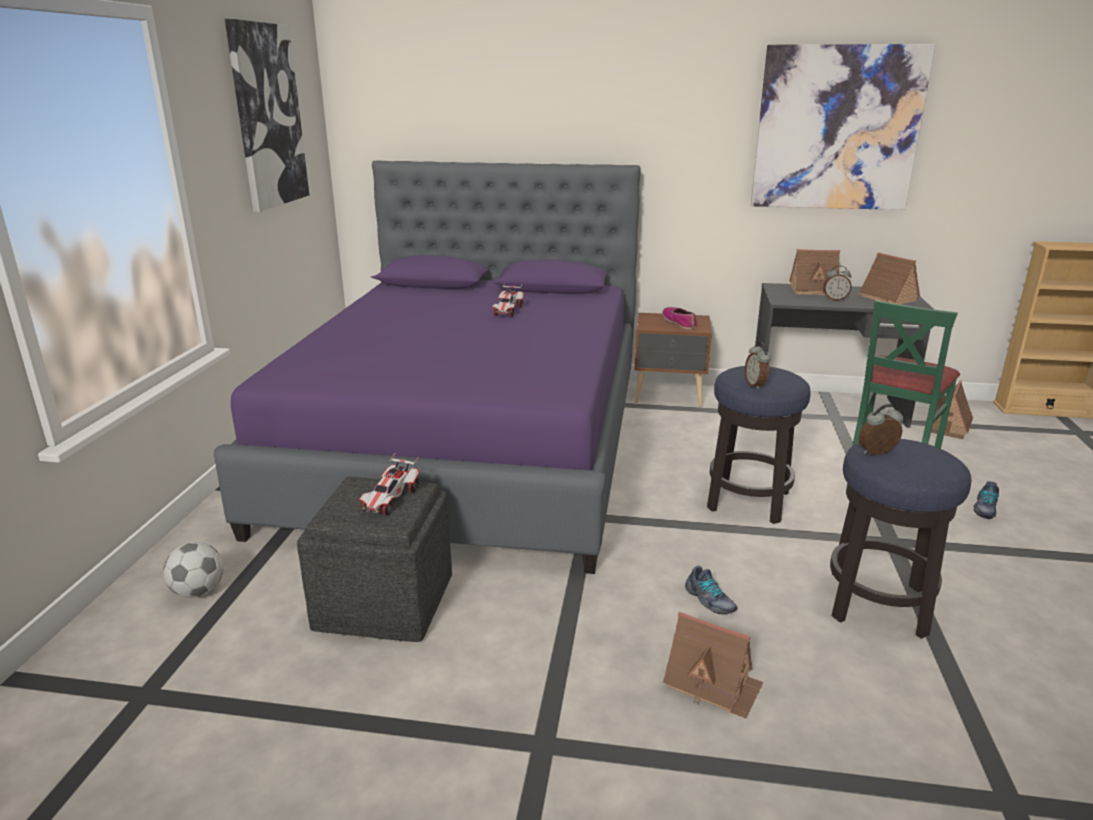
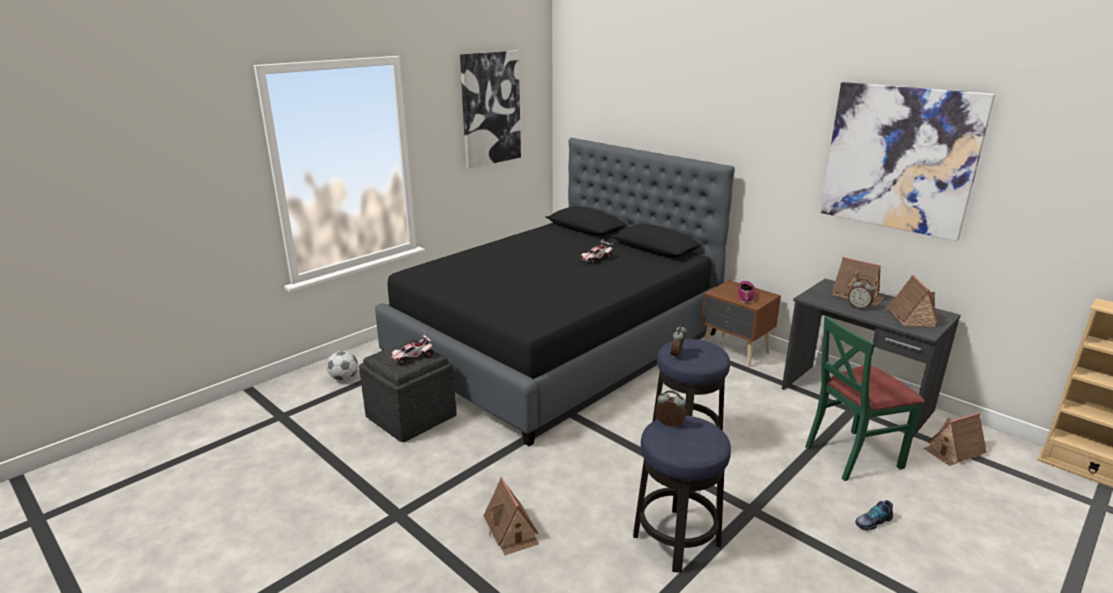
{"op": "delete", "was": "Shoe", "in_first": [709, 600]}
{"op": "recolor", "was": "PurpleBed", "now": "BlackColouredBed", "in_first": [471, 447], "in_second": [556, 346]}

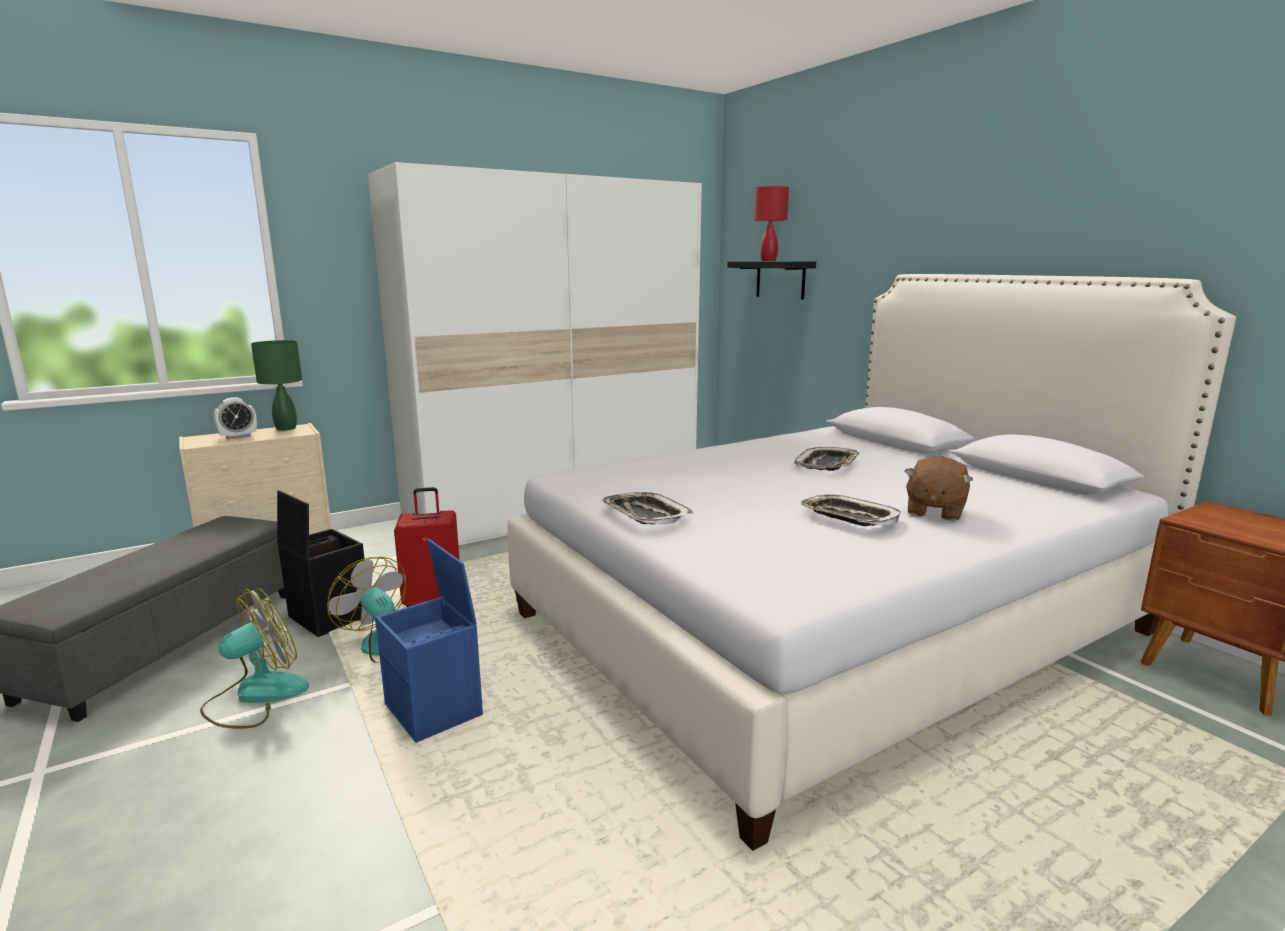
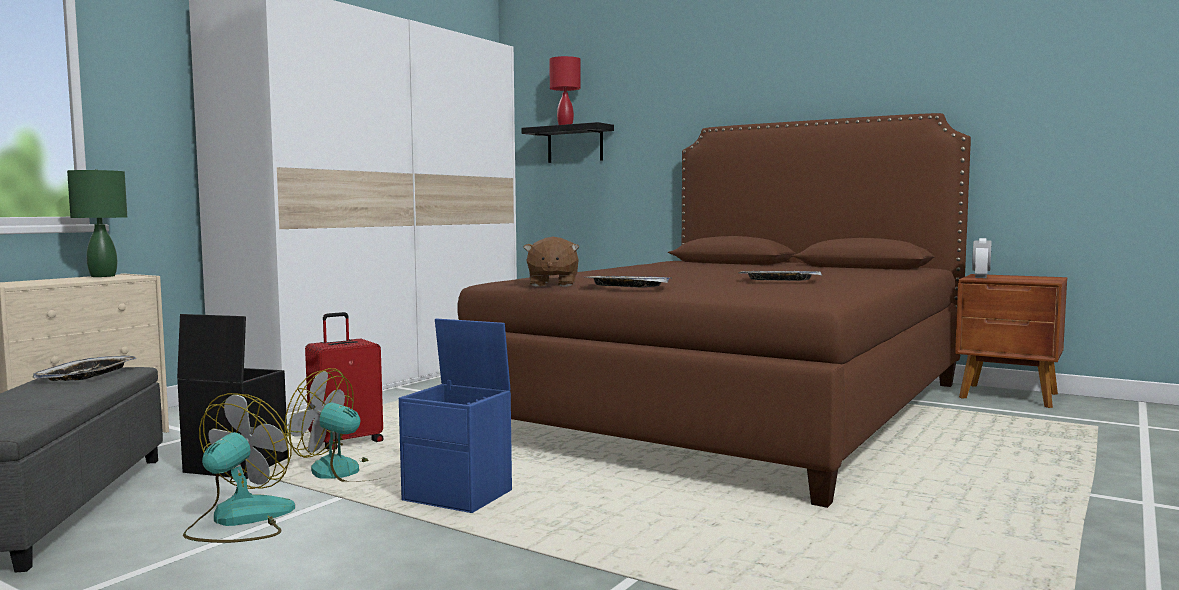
{"op": "move", "was": "TableClock", "in_first": [238, 437], "in_second": [980, 277]}
{"op": "move", "was": "ServingTray", "in_first": [827, 464], "in_second": [88, 375]}
{"op": "move", "was": "BrownishPlushToy", "in_first": [934, 511], "in_second": [552, 284]}
{"op": "recolor", "was": "WhitishBed", "now": "BrownishBed", "in_first": [830, 622], "in_second": [734, 407]}

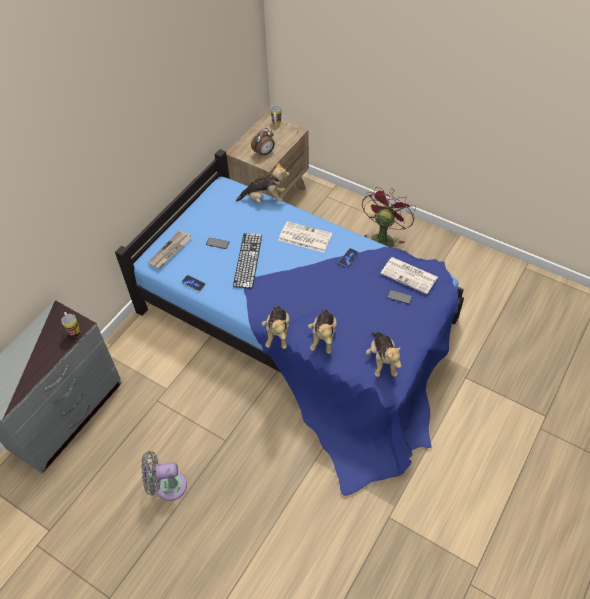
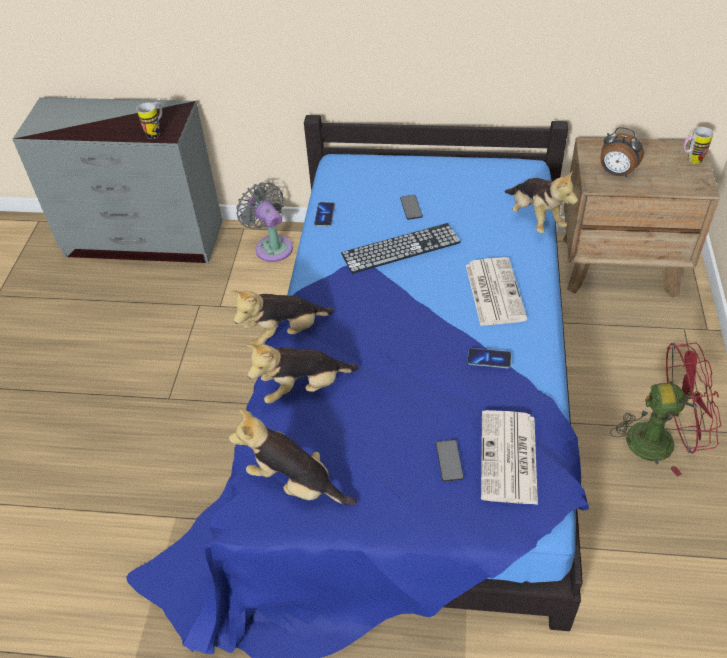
{"op": "delete", "was": "PrintedPaper", "in_first": [170, 251]}
{"op": "move", "was": "GreyishFan", "in_first": [167, 486], "in_second": [272, 246]}
{"op": "rotate", "was": "PlushToy", "in_first": [382, 360], "in_second": [295, 483], "clockwise": 60}

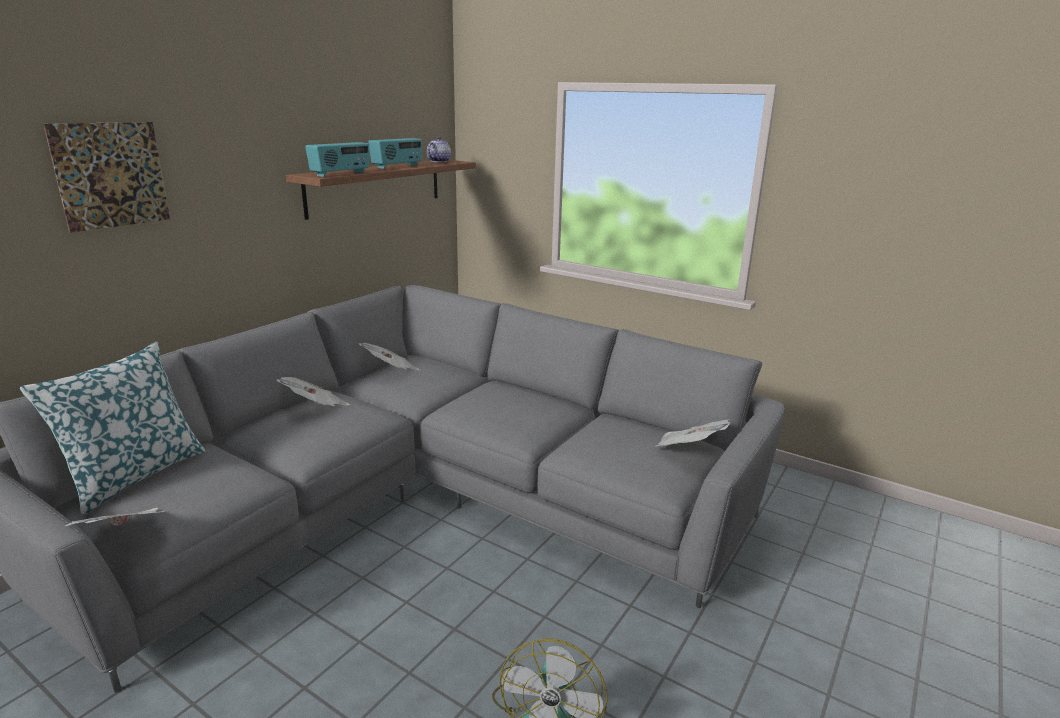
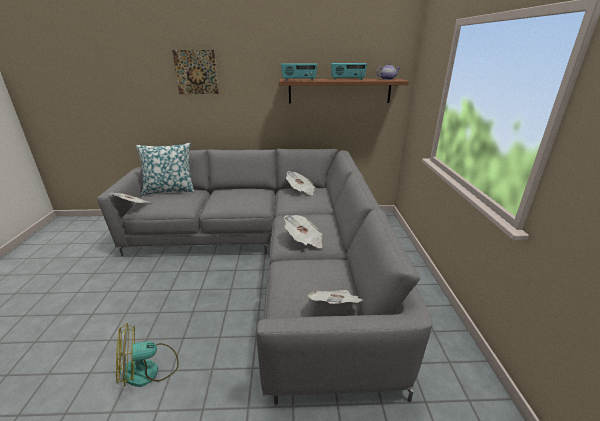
{"op": "move", "was": "PrintedPaper", "in_first": [316, 408], "in_second": [304, 240]}

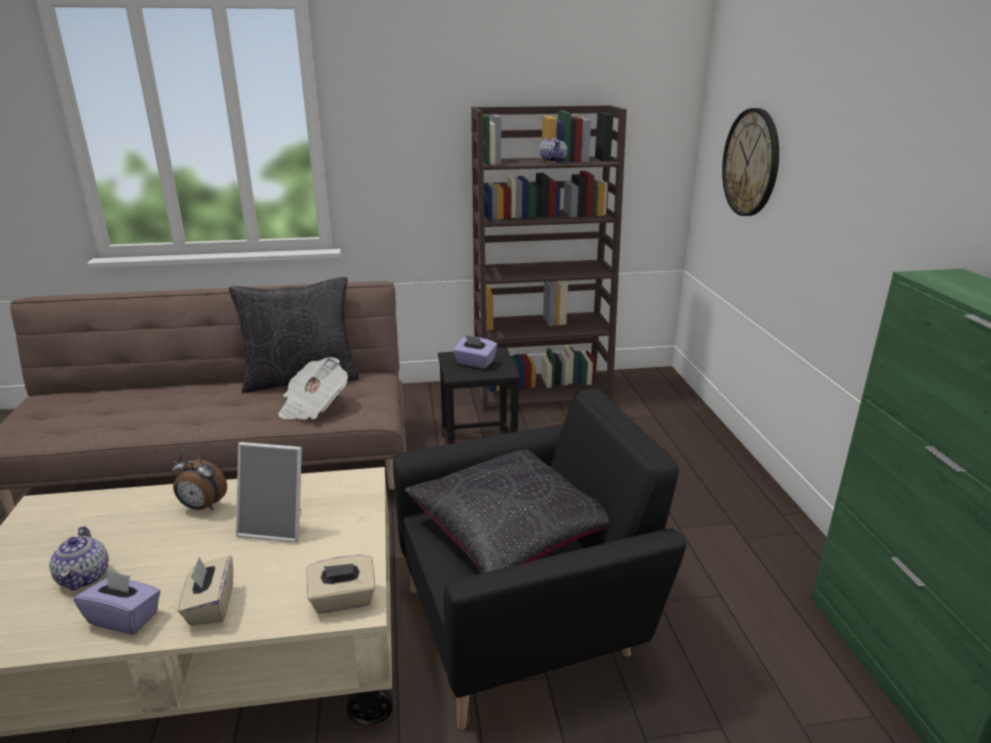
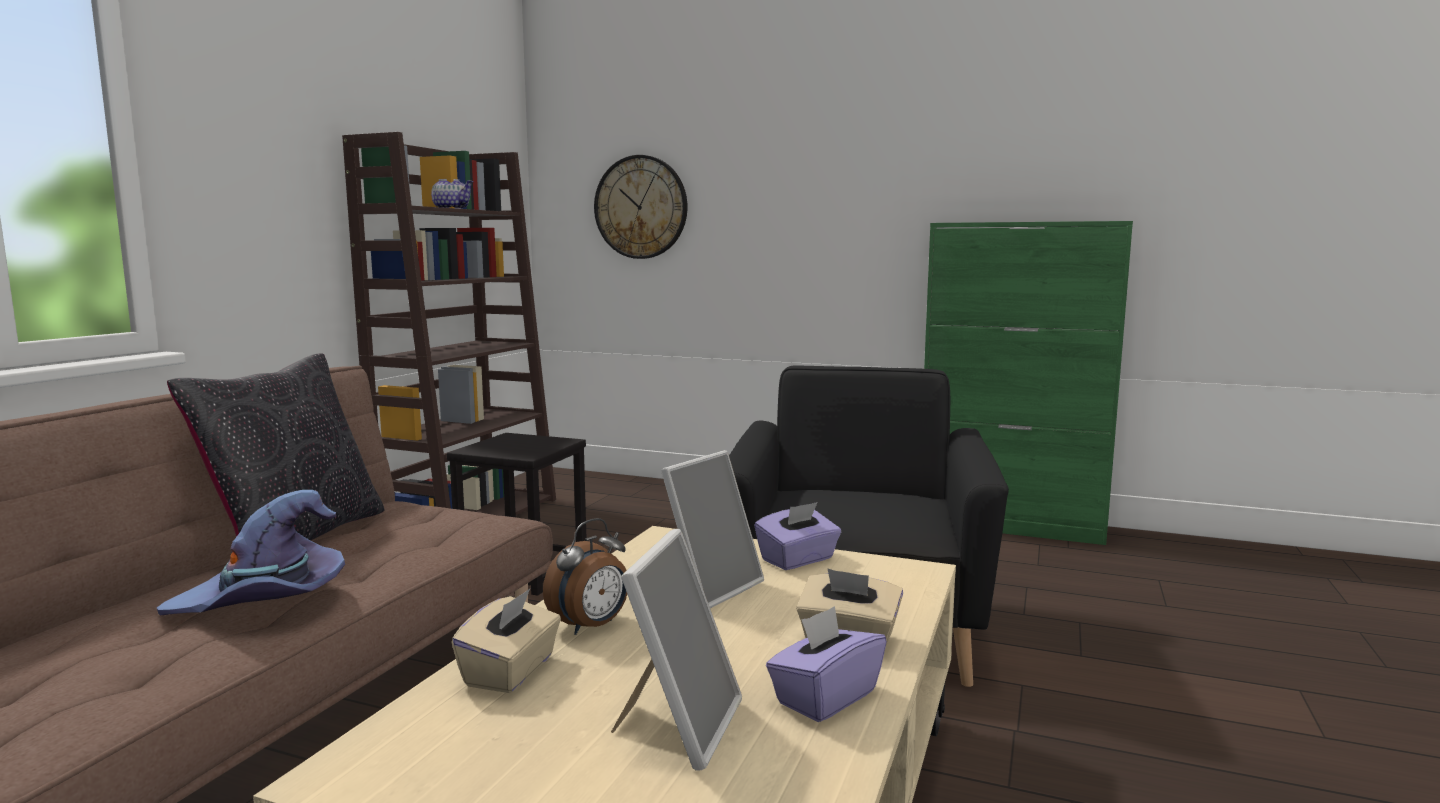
{"op": "delete", "was": "PrintedPaper", "in_first": [313, 406]}
{"op": "delete", "was": "BlackColouredPillow", "in_first": [509, 529]}
{"op": "insert", "now": "PurpleHat", "in_second": [264, 601]}
{"op": "move", "was": "BeigeBoxOfTissues", "in_first": [343, 600], "in_second": [511, 671]}
{"op": "move", "was": "PurpleBoxOfTissues", "in_first": [475, 363], "in_second": [798, 560]}
{"op": "replace", "was": "PotForTea", "now": "PictureFrame", "in_first": [85, 576], "in_second": [678, 726]}

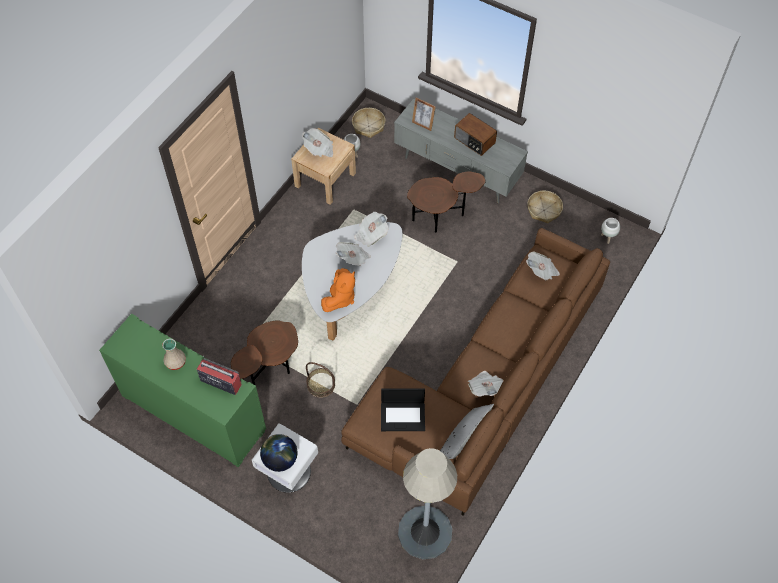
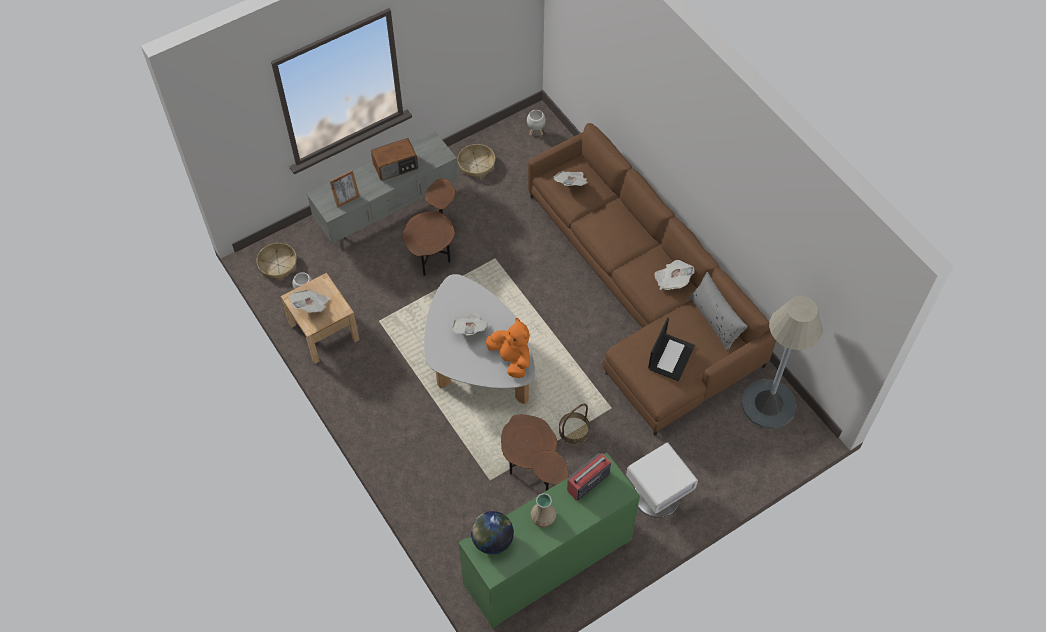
{"op": "delete", "was": "PrintedPaper", "in_first": [371, 234]}
{"op": "move", "was": "WorldGlobe", "in_first": [280, 459], "in_second": [492, 540]}

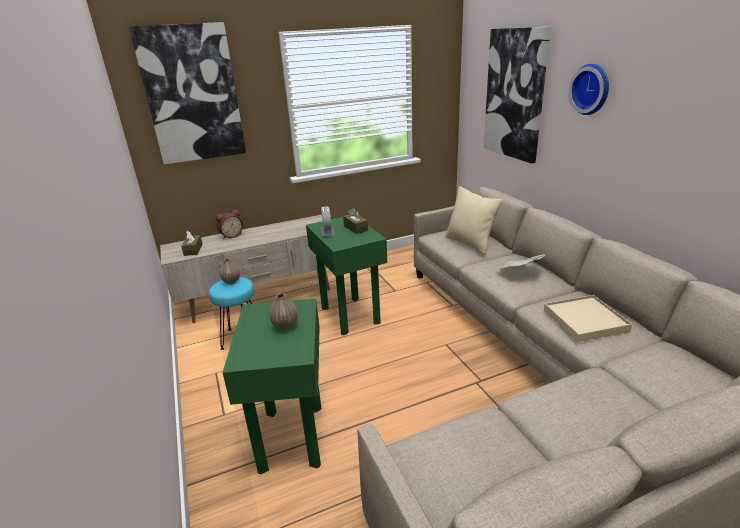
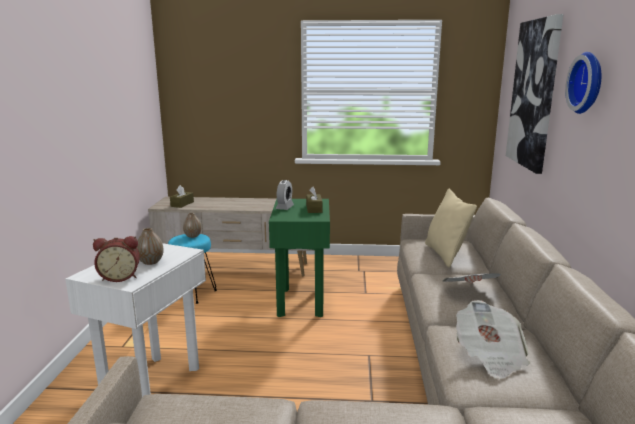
{"op": "delete", "was": "WallArt", "in_first": [192, 95]}
{"op": "move", "was": "TableClock", "in_first": [231, 235], "in_second": [120, 277]}
{"op": "replace", "was": "BeigeServingTray", "now": "PrintedPaper", "in_first": [585, 320], "in_second": [490, 356]}
{"op": "recolor", "was": "GreenEndTable", "now": "WhitishEndTable", "in_first": [293, 437], "in_second": [153, 383]}

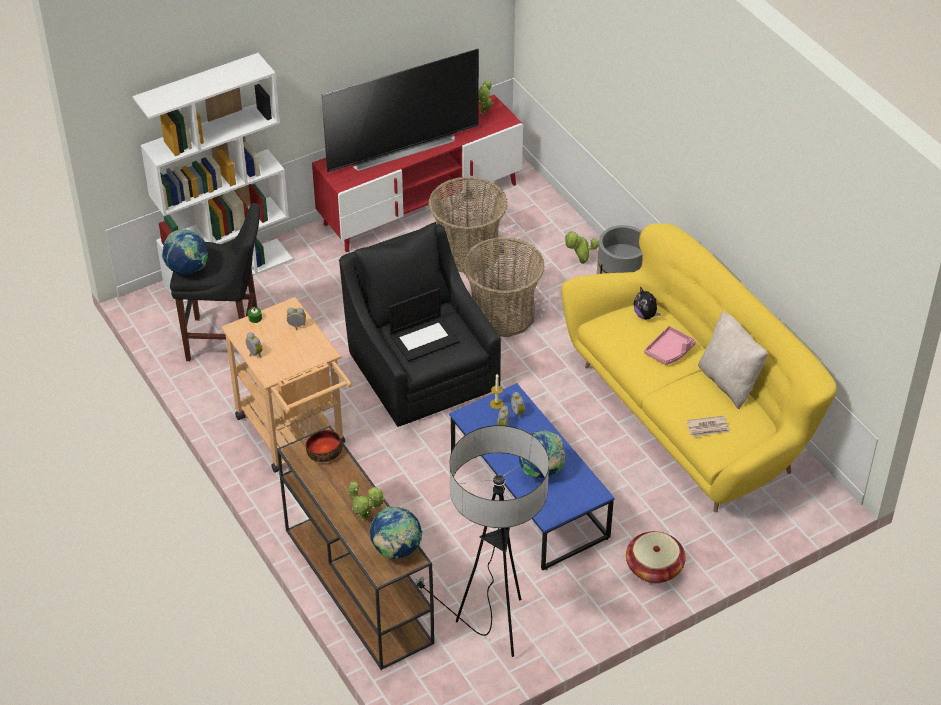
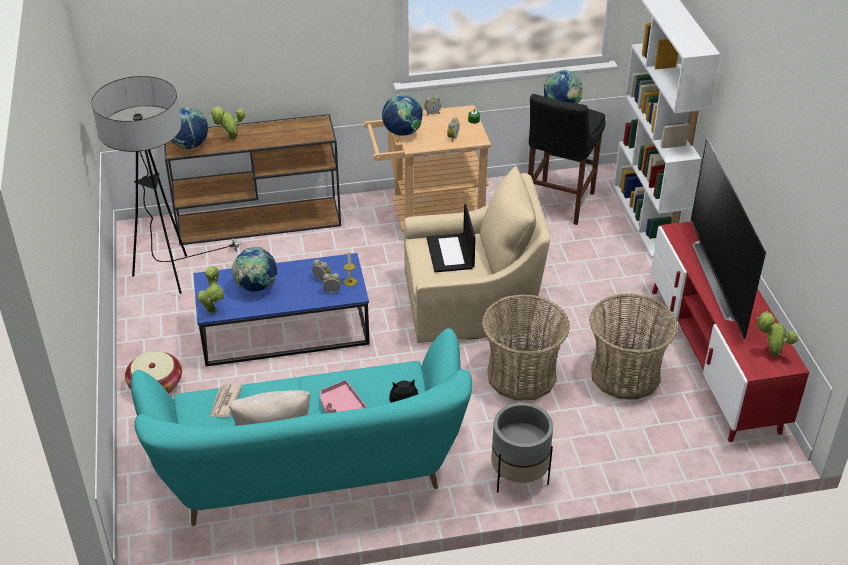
{"op": "delete", "was": "DeepDish", "in_first": [324, 451]}
{"op": "insert", "now": "WorldGlobe", "in_second": [402, 133]}
{"op": "move", "was": "PlantInAPot", "in_first": [580, 262], "in_second": [213, 310]}
{"op": "recolor", "was": "BlackColouredEasyChair", "now": "BeigeEasyChair", "in_first": [421, 368], "in_second": [472, 304]}
{"op": "recolor", "was": "YellowColouredSettee", "now": "BlueGreenSettee", "in_first": [690, 416], "in_second": [311, 472]}

